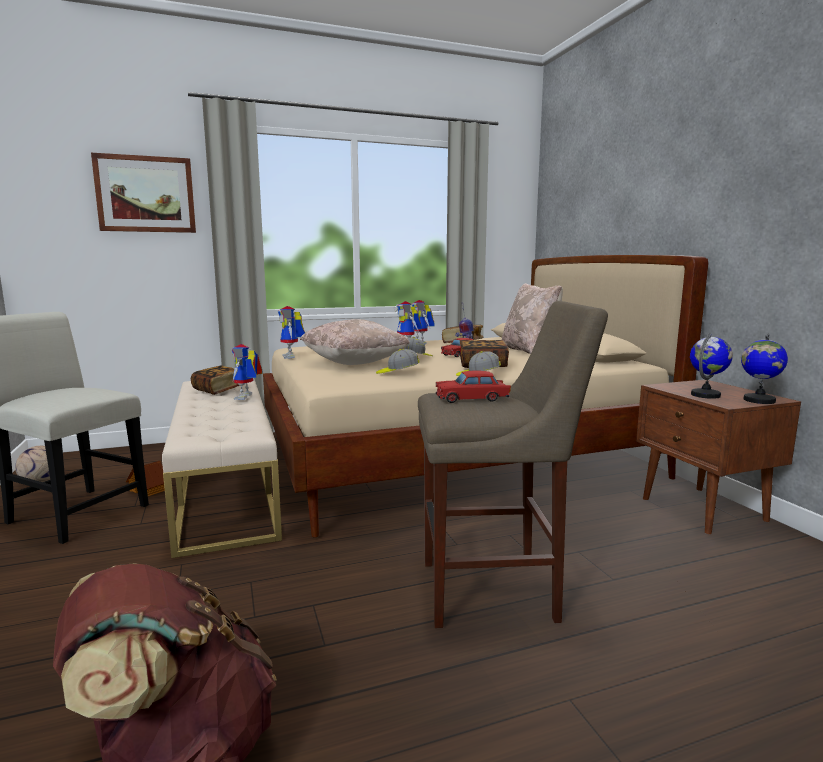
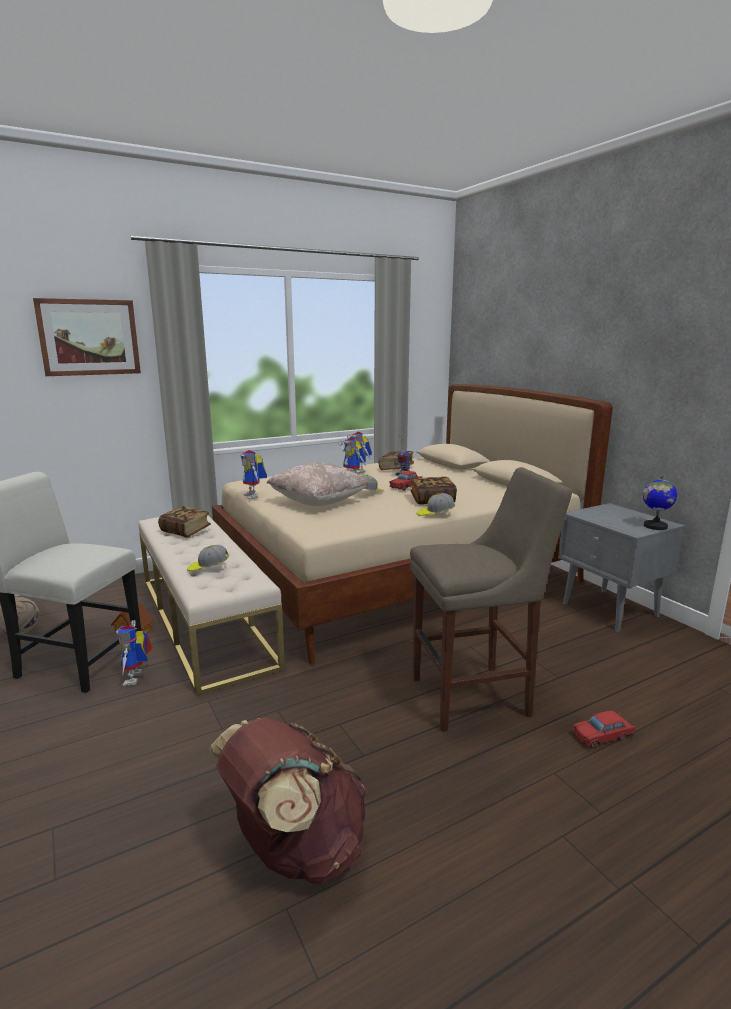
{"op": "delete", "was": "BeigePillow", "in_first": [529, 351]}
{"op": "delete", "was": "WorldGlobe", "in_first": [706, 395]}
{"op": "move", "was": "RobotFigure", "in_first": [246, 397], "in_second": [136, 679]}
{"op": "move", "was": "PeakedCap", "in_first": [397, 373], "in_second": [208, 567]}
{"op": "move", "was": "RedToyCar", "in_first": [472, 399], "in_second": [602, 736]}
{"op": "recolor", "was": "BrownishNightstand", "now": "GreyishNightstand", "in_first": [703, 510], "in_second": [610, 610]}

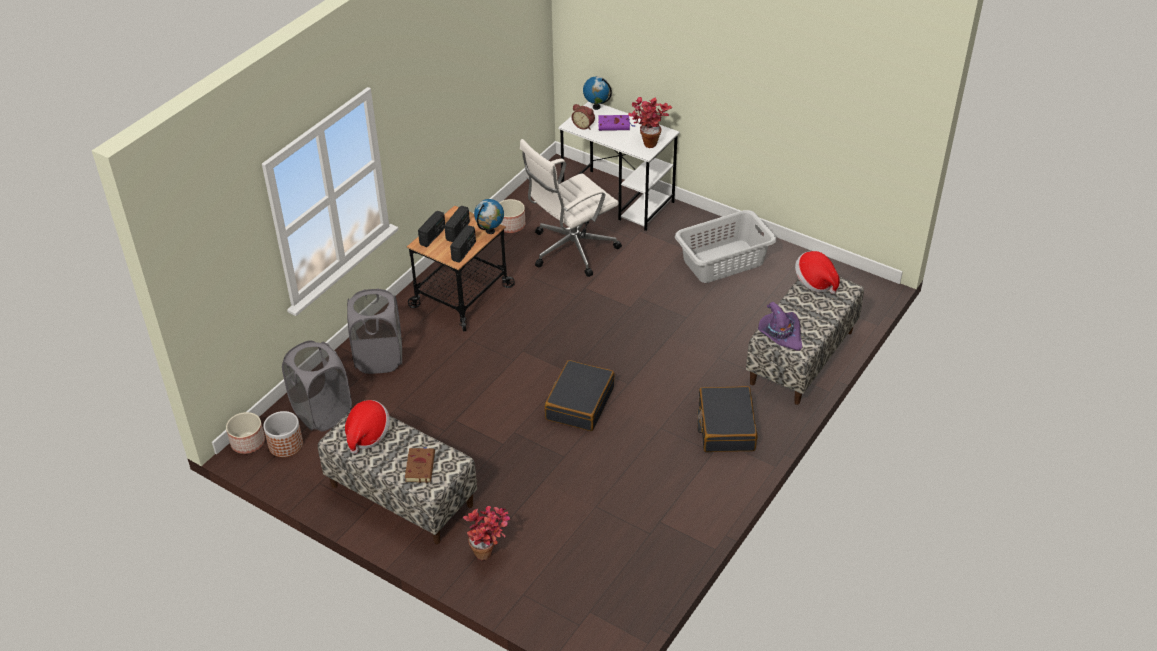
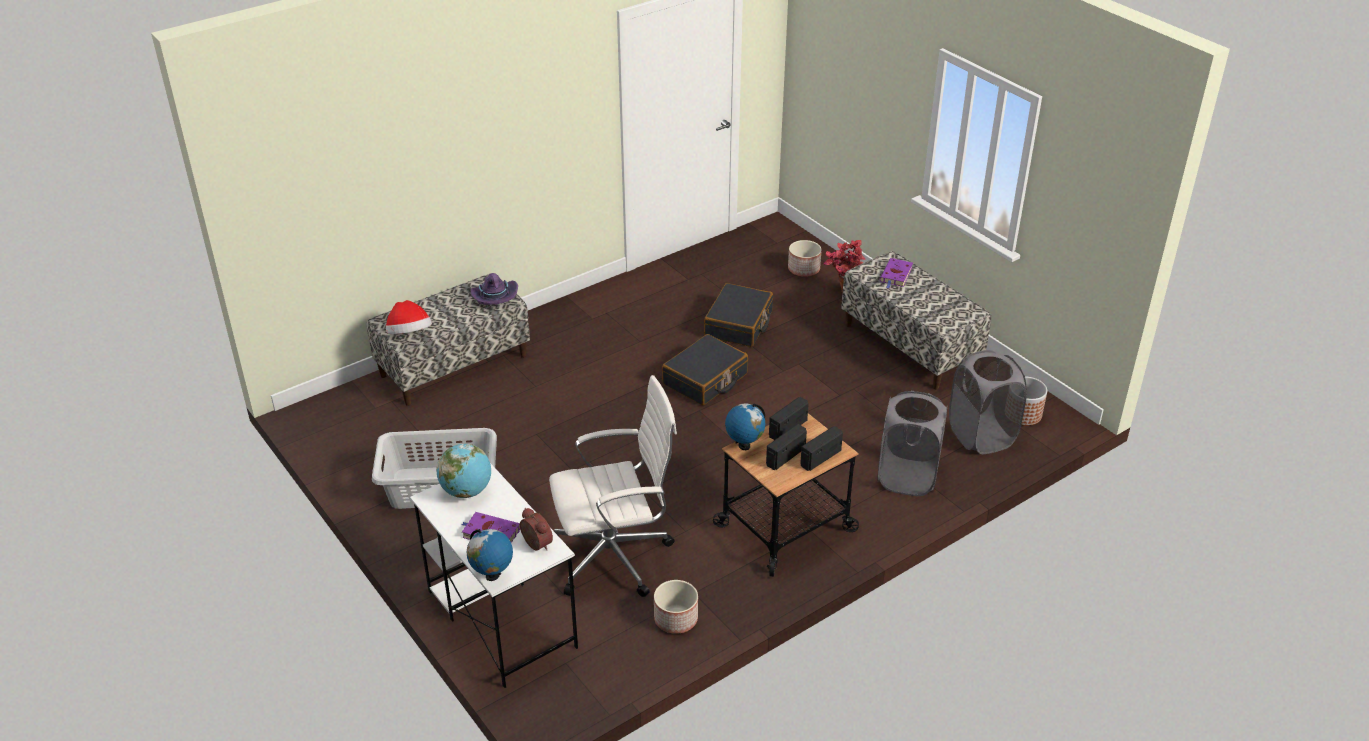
{"op": "delete", "was": "Hat", "in_first": [367, 435]}
{"op": "move", "was": "FlowerPot", "in_first": [248, 443], "in_second": [803, 269]}
{"op": "move", "was": "BlackColouredSuitcase", "in_first": [725, 427], "in_second": [739, 324]}
{"op": "replace", "was": "PlantInAPot", "now": "WorldGlobe", "in_first": [647, 141], "in_second": [467, 491]}
{"op": "recolor", "was": "BrownishBook", "now": "PurpleBook", "in_first": [420, 466], "in_second": [896, 275]}

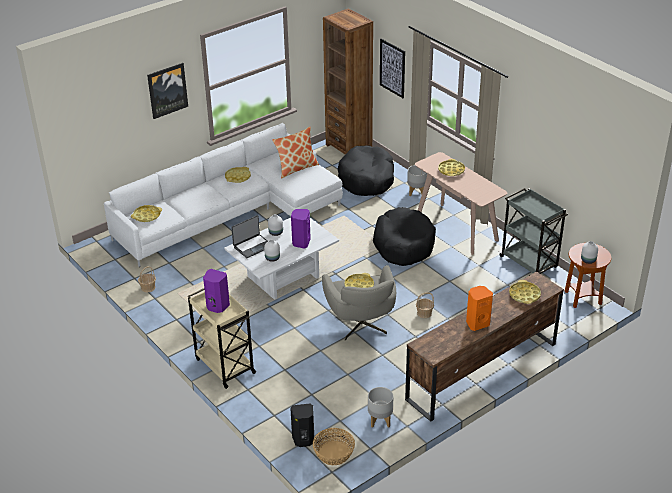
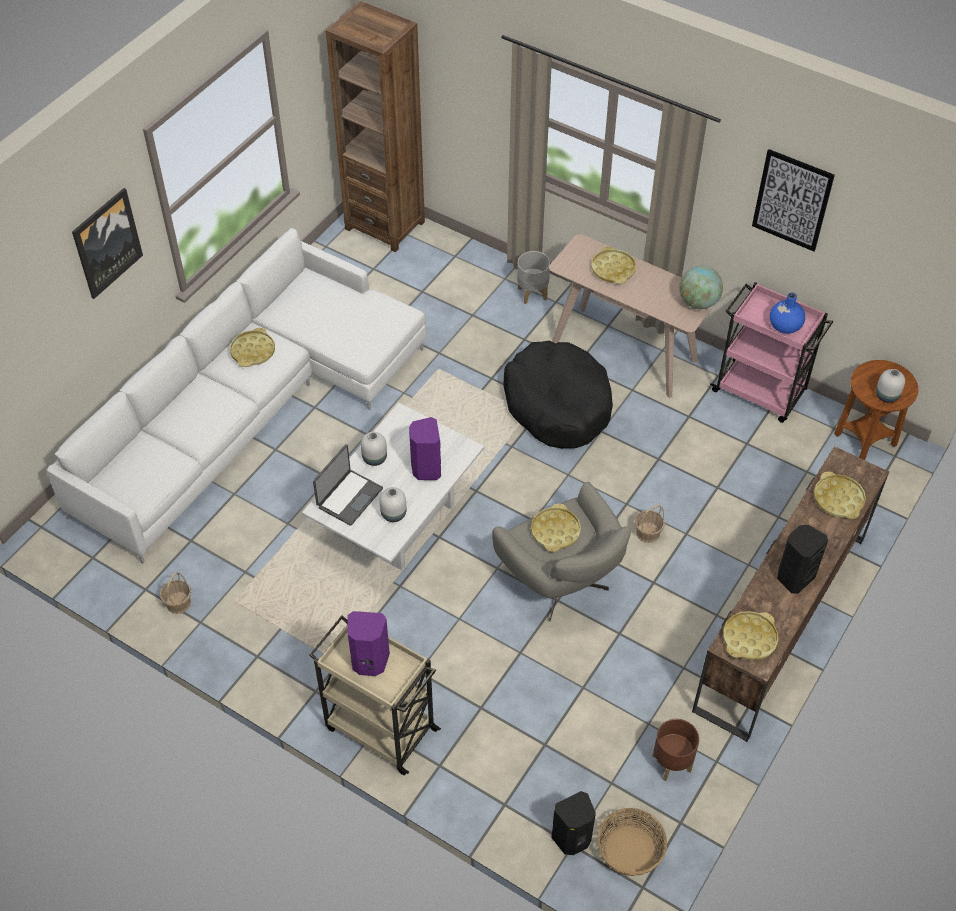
{"op": "delete", "was": "Pillow", "in_first": [296, 168]}
{"op": "delete", "was": "BlackColouredDogBed", "in_first": [366, 179]}
{"op": "insert", "now": "WorldGlobe", "in_second": [698, 302]}
{"op": "insert", "now": "BlueVase", "in_second": [784, 326]}
{"op": "move", "was": "YellowColouredServingTray", "in_first": [147, 216], "in_second": [749, 639]}
{"op": "move", "was": "WallArt", "in_first": [392, 68], "in_second": [792, 200]}
{"op": "recolor", "was": "GreyishFlowerPot", "now": "BrownishFlowerPot", "in_first": [379, 420], "in_second": [671, 763]}
{"op": "recolor", "was": "OrangeSpeaker", "now": "BlackColouredSpeaker", "in_first": [477, 323], "in_second": [794, 577]}
{"op": "recolor", "was": "GreyishWheeledCart", "now": "PinkWheeledCart", "in_first": [529, 262], "in_second": [760, 392]}

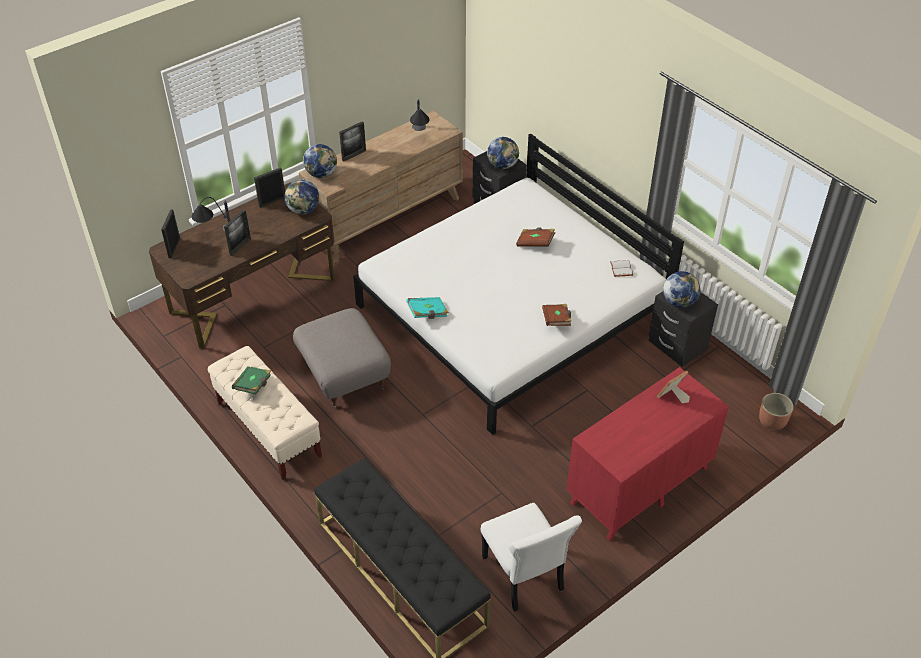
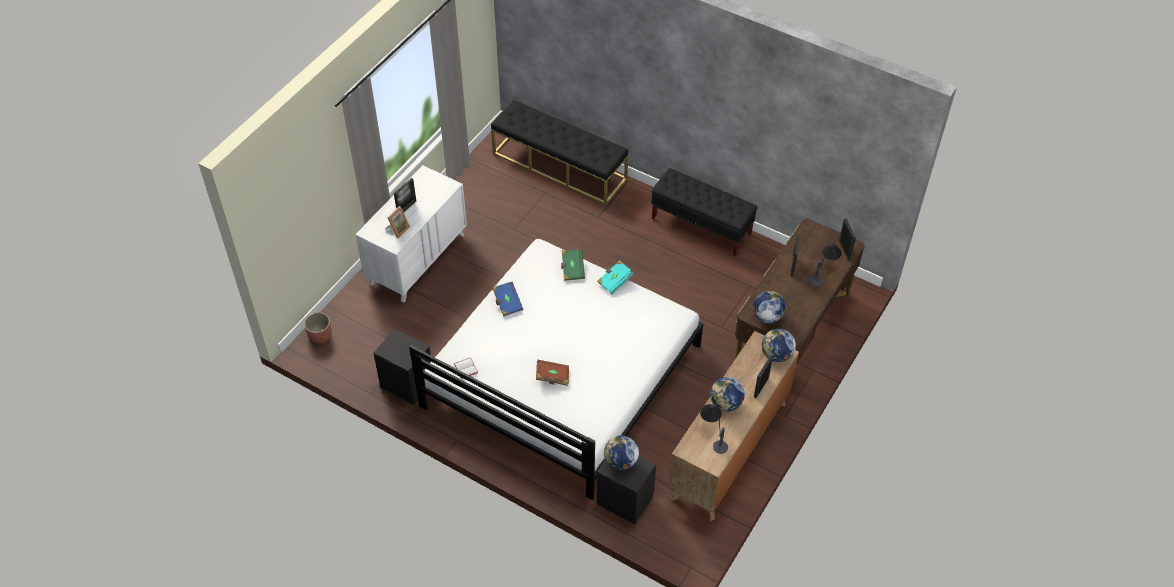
{"op": "delete", "was": "GreyishOttoman", "in_first": [343, 375]}
{"op": "delete", "was": "WhitishPlainChair", "in_first": [524, 576]}
{"op": "move", "was": "GreenBook", "in_first": [253, 385], "in_second": [572, 269]}
{"op": "move", "was": "PictureFrame", "in_first": [272, 201], "in_second": [406, 208]}
{"op": "move", "was": "WorldGlobe", "in_first": [679, 302], "in_second": [725, 404]}
{"op": "recolor", "was": "BeigeBench", "now": "BlackColouredBench", "in_first": [268, 429], "in_second": [701, 226]}
{"op": "recolor", "was": "BrownishBook", "now": "BlueBook", "in_first": [557, 320], "in_second": [507, 303]}
{"op": "recolor", "was": "RedChestOfDrawers", "now": "WhitishChestOfDrawers", "in_first": [638, 485], "in_second": [417, 259]}

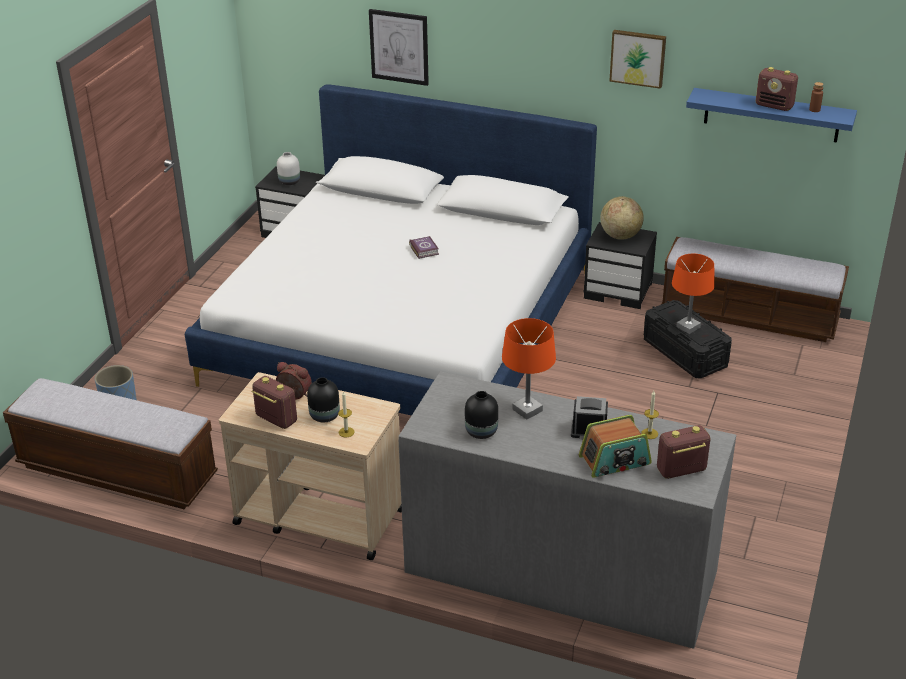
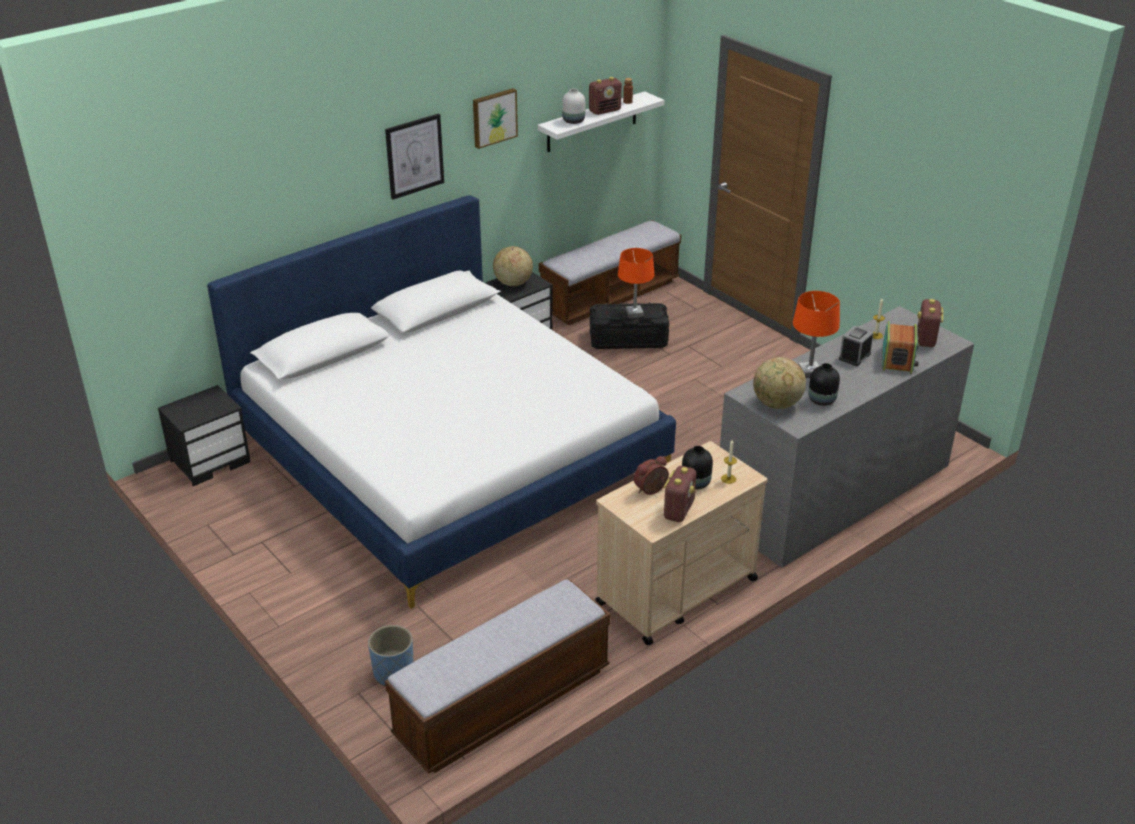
{"op": "delete", "was": "Book", "in_first": [424, 249]}
{"op": "insert", "now": "WorldGlobe", "in_second": [777, 404]}
{"op": "move", "was": "WhitishVase", "in_first": [289, 181], "in_second": [573, 121]}
{"op": "move", "was": "WallArt", "in_first": [399, 47], "in_second": [414, 156]}
{"op": "recolor", "was": "BlueWallShelf", "now": "WhitishWallShelf", "in_first": [771, 115], "in_second": [592, 122]}
{"op": "rotate", "was": "RadioReceiver", "in_first": [276, 419], "in_second": [678, 510], "clockwise": 135}

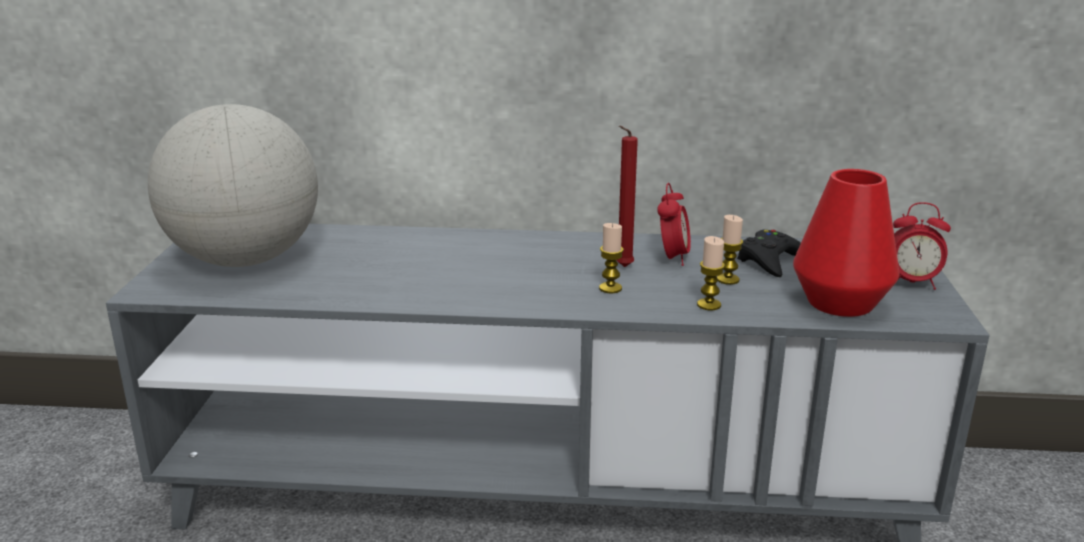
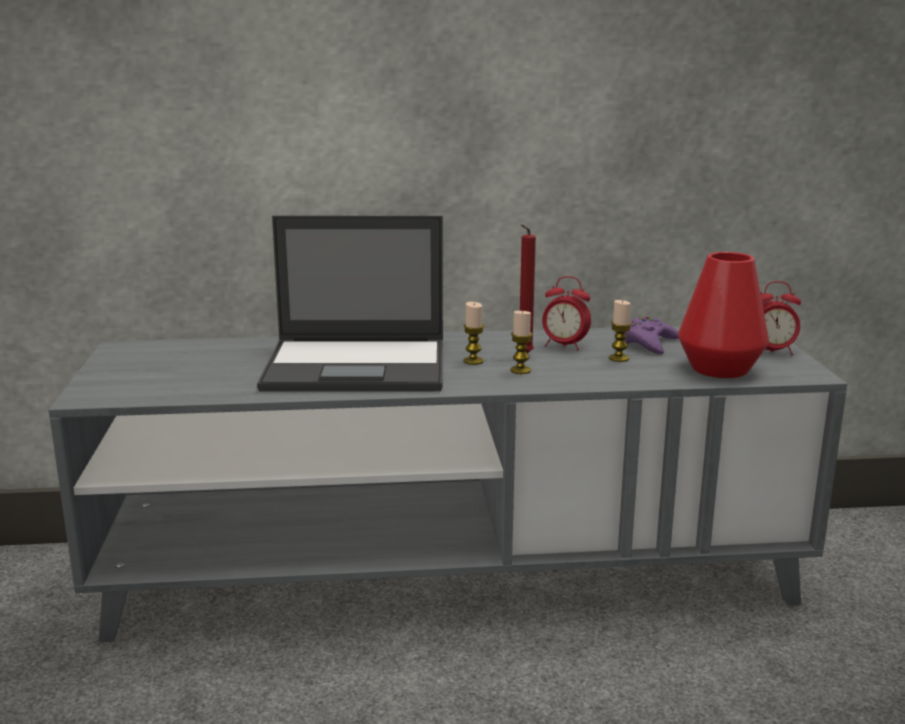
{"op": "delete", "was": "WorldGlobe", "in_first": [245, 260]}
{"op": "insert", "now": "NotebookComputer", "in_second": [359, 366]}
{"op": "move", "was": "WaxCandle", "in_first": [709, 305], "in_second": [473, 361]}
{"op": "recolor", "was": "BlackColouredJoypad", "now": "PurpleJoypad", "in_first": [771, 260], "in_second": [649, 343]}
{"op": "rotate", "was": "TableClock", "in_first": [672, 258], "in_second": [564, 346], "clockwise": 105}

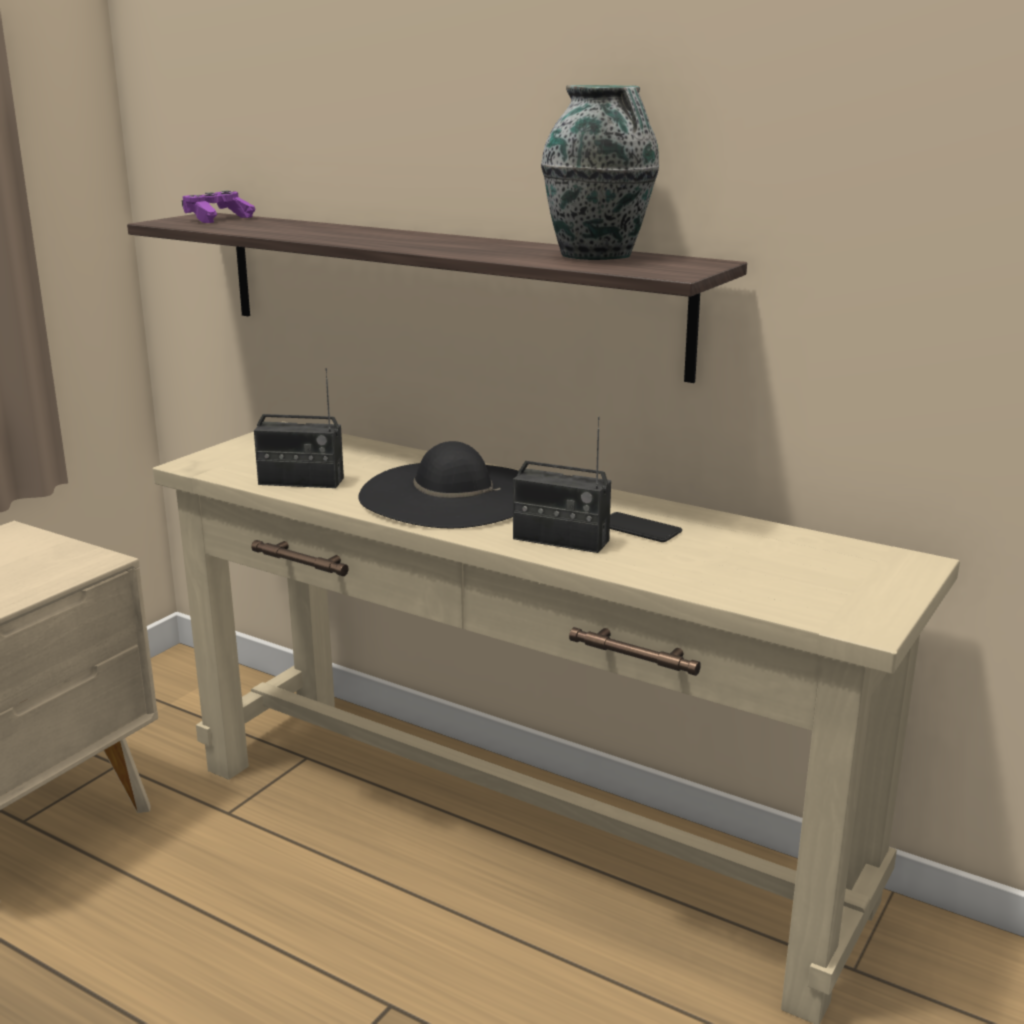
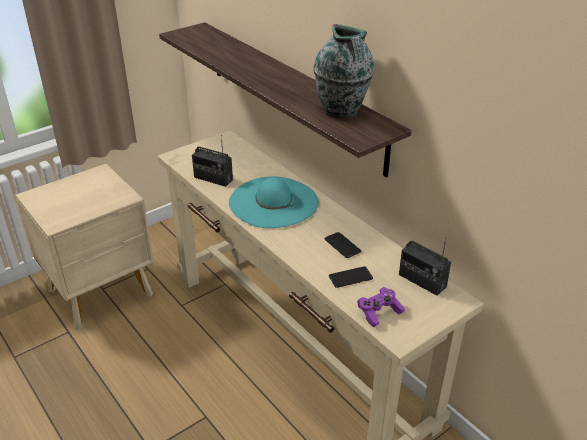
{"op": "insert", "now": "Telephone", "in_second": [350, 277]}
{"op": "move", "was": "PurpleJoypad", "in_first": [218, 219], "in_second": [379, 312]}
{"op": "move", "was": "RadioReceiver", "in_first": [560, 540], "in_second": [422, 281]}
{"op": "recolor", "was": "BlackColouredHat", "now": "BlueGreenHat", "in_first": [452, 494], "in_second": [273, 202]}

